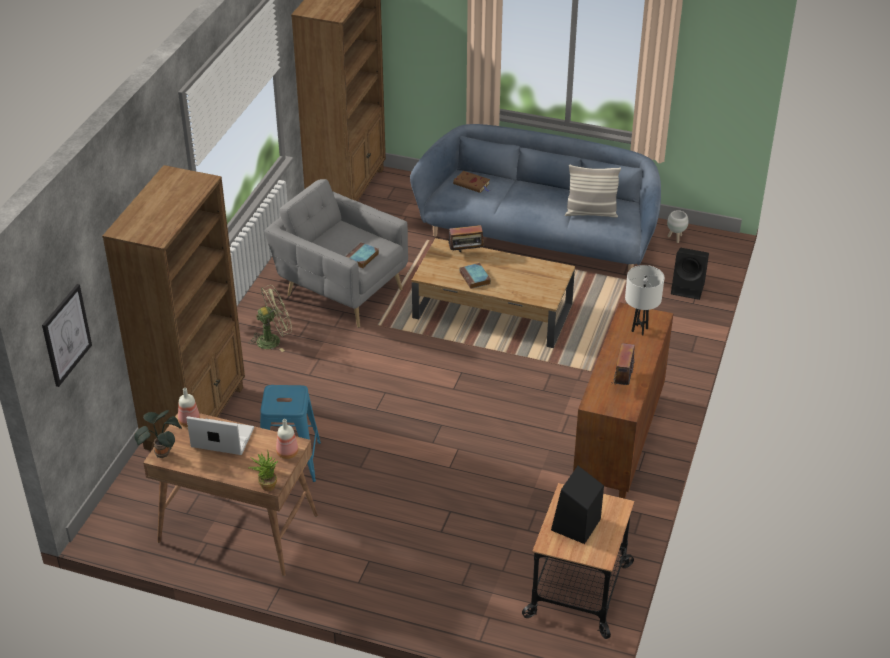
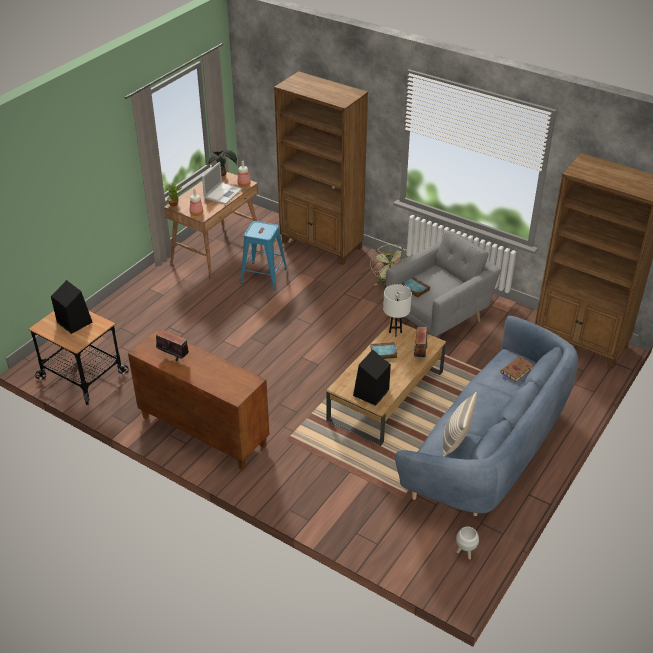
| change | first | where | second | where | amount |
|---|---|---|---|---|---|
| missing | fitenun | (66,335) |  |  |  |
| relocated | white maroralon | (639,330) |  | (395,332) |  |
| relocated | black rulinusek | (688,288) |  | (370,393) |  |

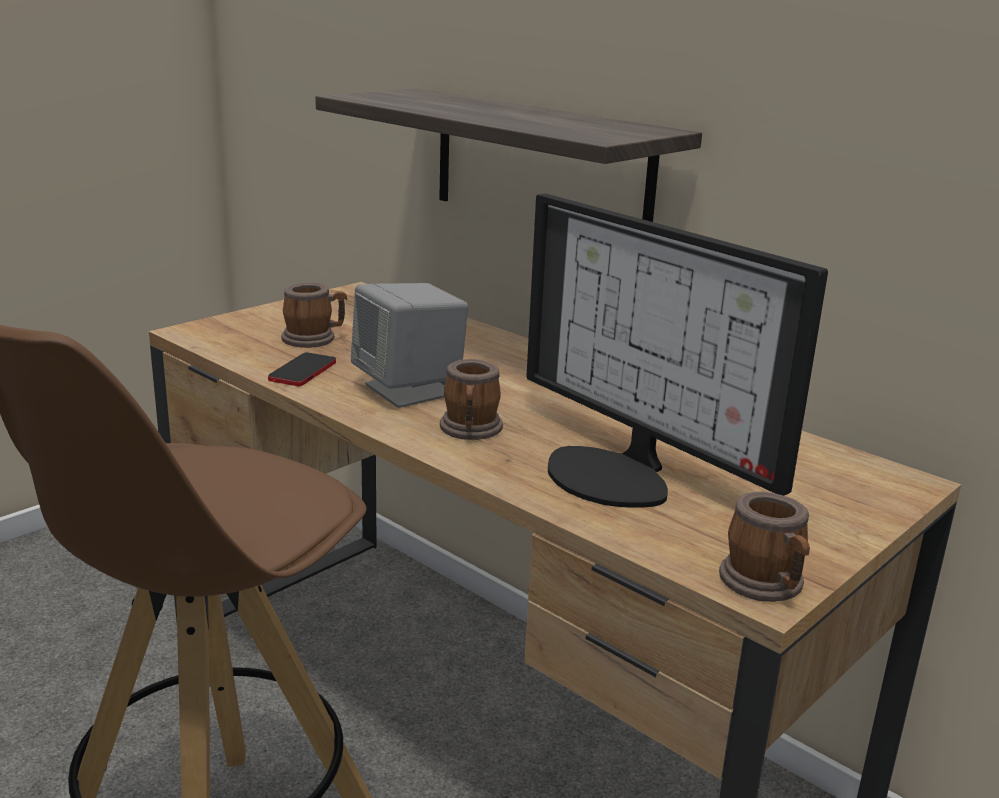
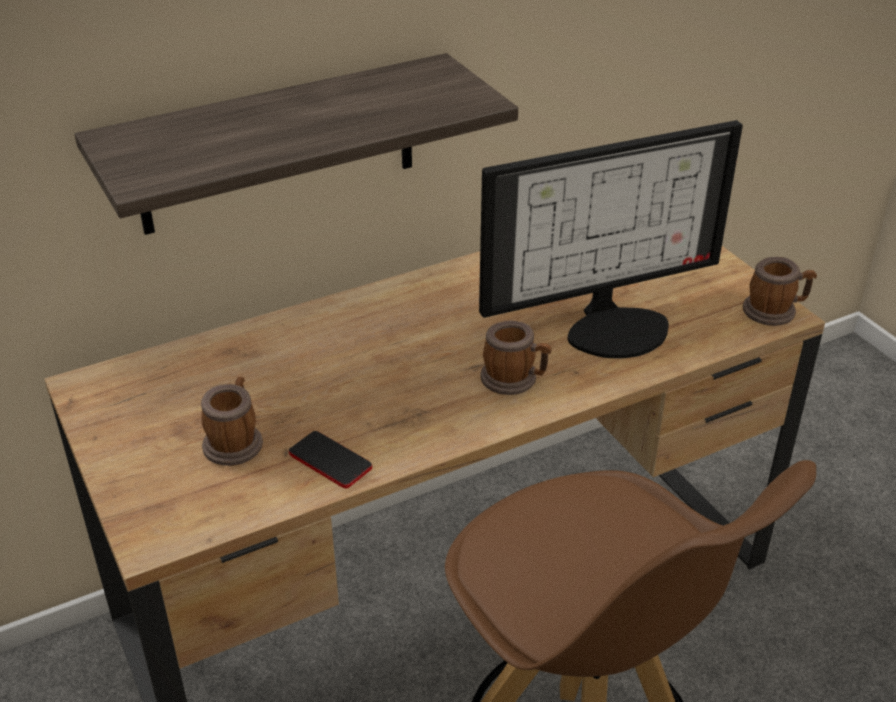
| change | first | where | second | where | amount |
|---|---|---|---|---|---|
| missing | grey rulinusek | (409,390) |  |  |  |

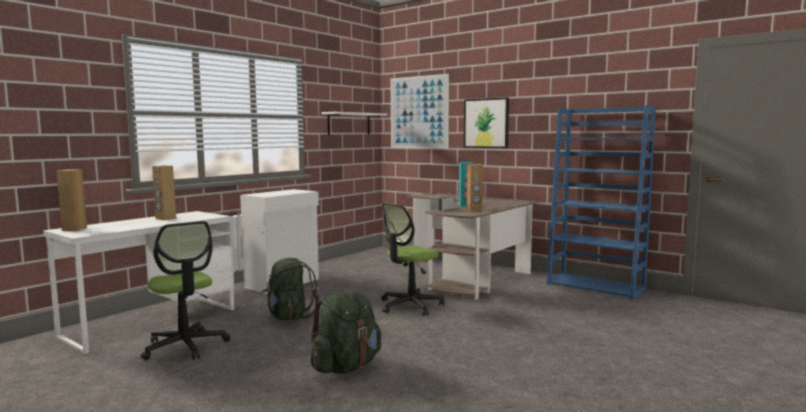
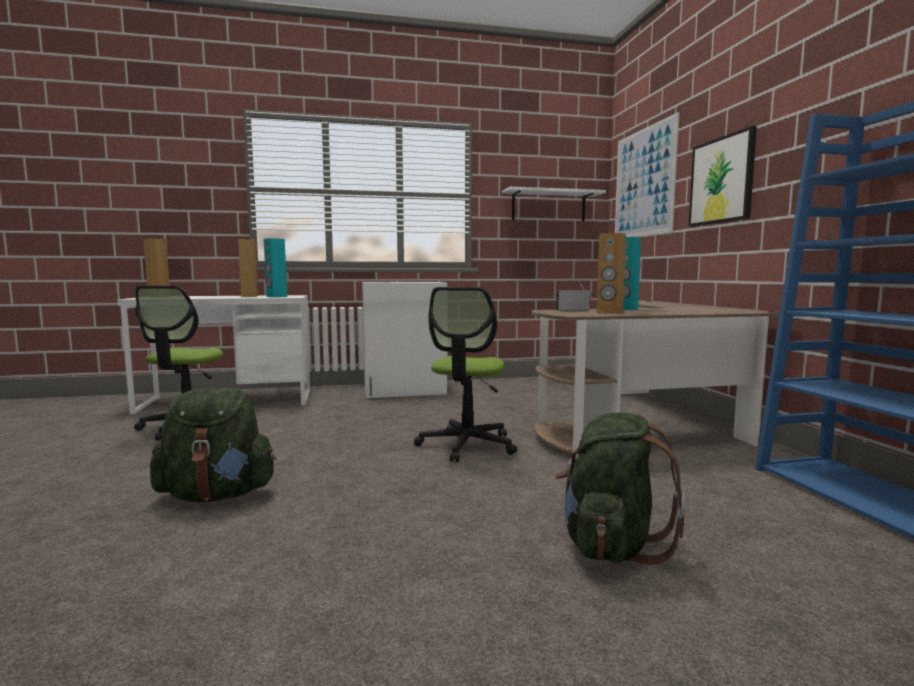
| change | first | where | second | where | amount |
|---|---|---|---|---|---|
| relocated | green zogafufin | (289,317) |  | (611,545) |  |
| spun | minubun | (410,306) |  | (467,445) | 75 degrees counterclockwise |
| appeared |  |  | turquoise rulinusek | (276,296) |  |

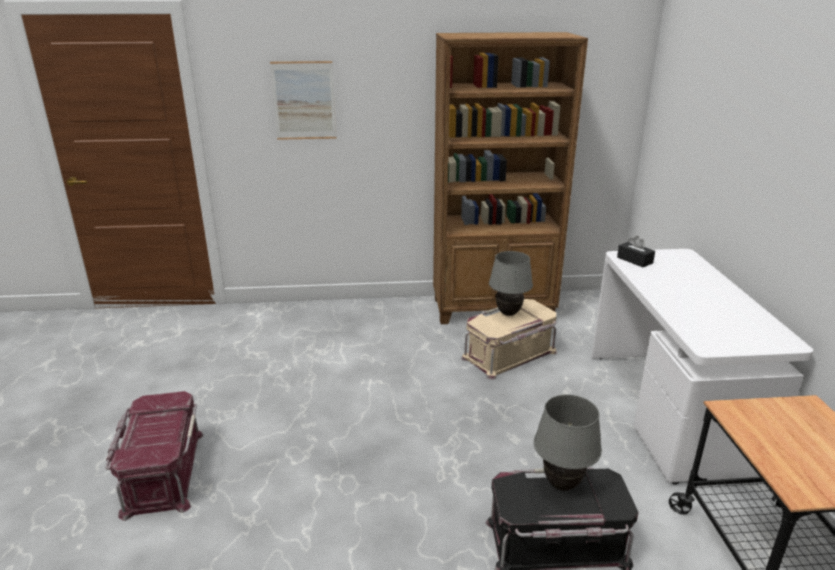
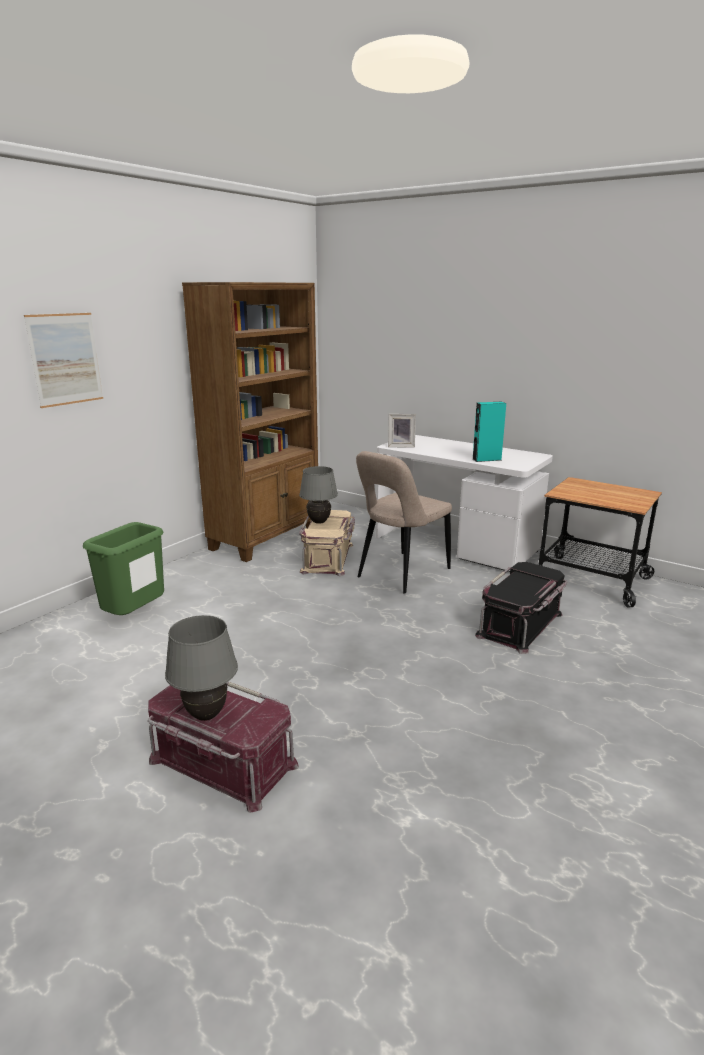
| change | first | where | second | where | amount |
|---|---|---|---|---|---|
| relocated | grey maroralon | (562,484) |  | (206,715) |  |
| exchanged | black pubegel | (634,260) | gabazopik | (401,446) |  |
| appeared |  |  | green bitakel | (135,617) |  |
| appeared |  |  | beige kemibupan | (400,574) |  |
| appeared |  |  | turquoise rulinusek | (486,459) |  |

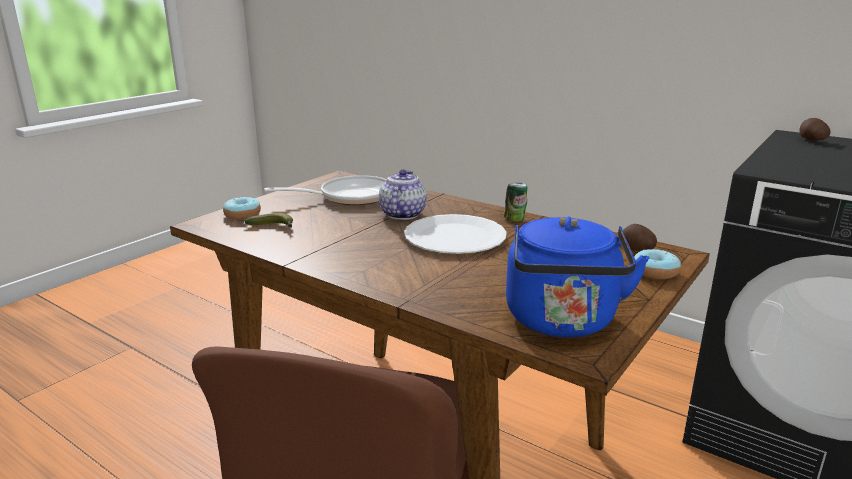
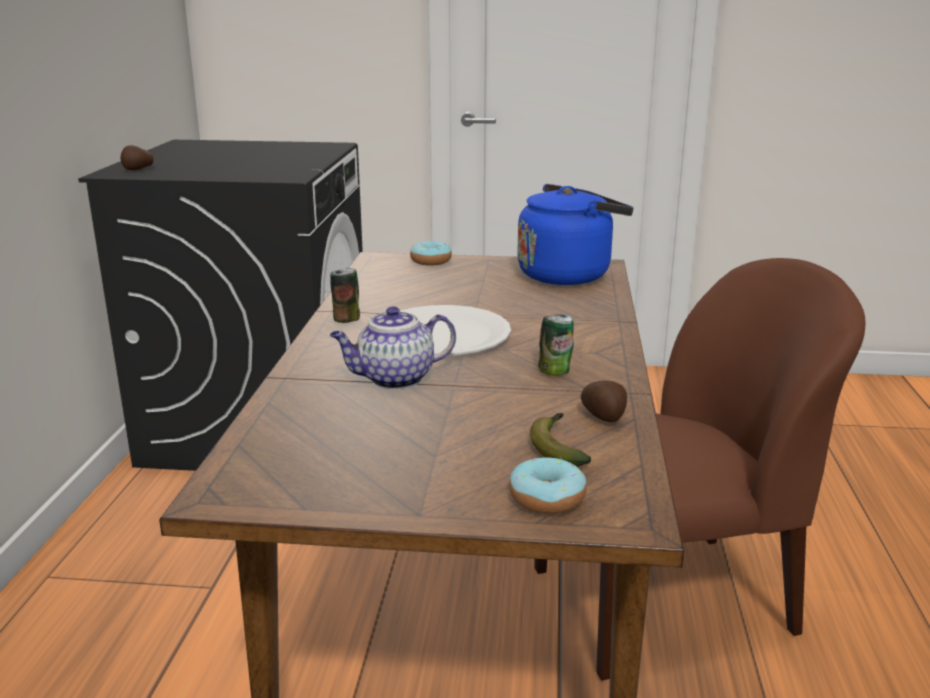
| change | first | where | second | where | amount |
|---|---|---|---|---|---|
| missing | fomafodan | (349,197) |  |  |  |
| relocated | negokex | (636,250) |  | (604,417) |  |
| appeared |  |  | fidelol | (555,372) |  |

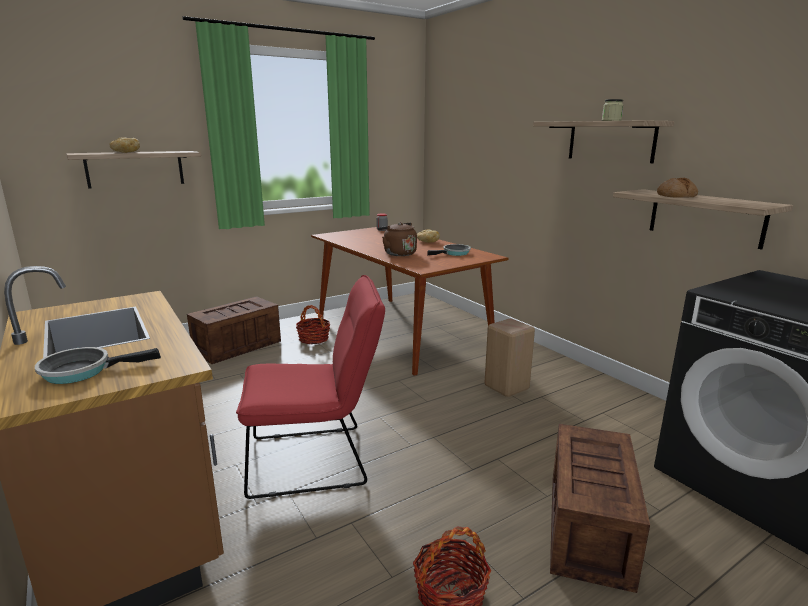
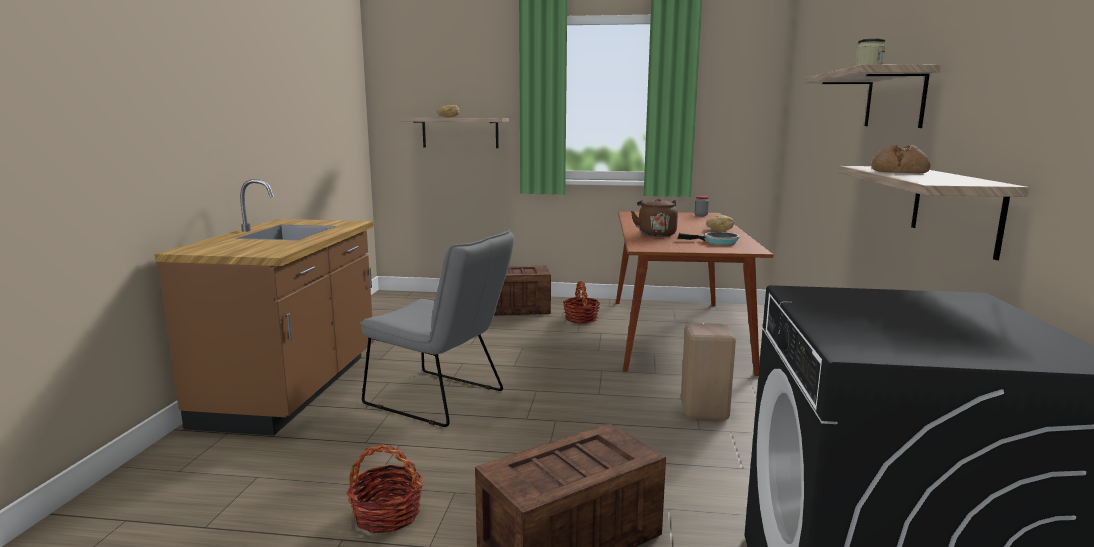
| change | first | where | second | where | amount |
|---|---|---|---|---|---|
| missing | fomafodan | (82,371) |  |  |  |
| colour | red kemibupan | (317,459) | grey kemibupan | (442,400) |  |

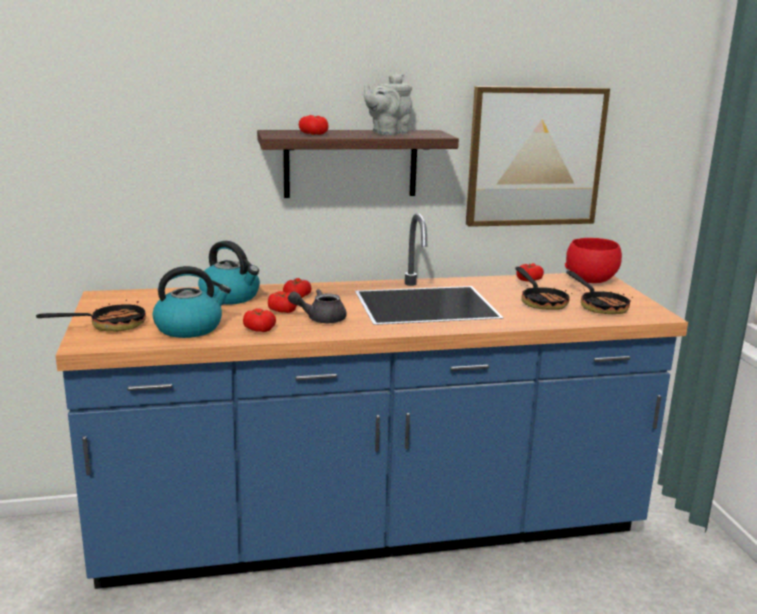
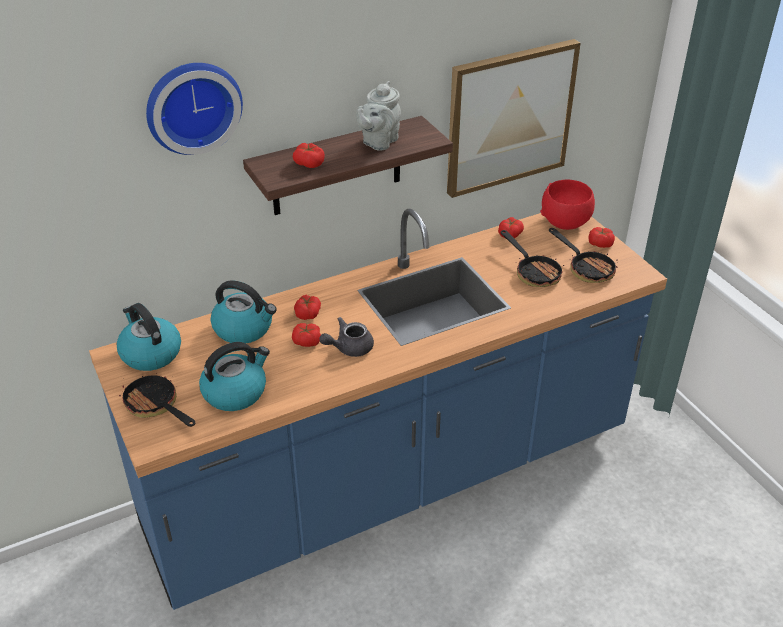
| change | first | where | second | where | amount |
|---|---|---|---|---|---|
| spun | fomafodan | (109,325) |  | (156,406) | 90 degrees counterclockwise |
| relocated | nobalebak | (259,329) |  | (600,244) |  |
| appeared |  |  | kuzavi | (150,353) |  |
| appeared |  |  | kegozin | (192,106) |  |

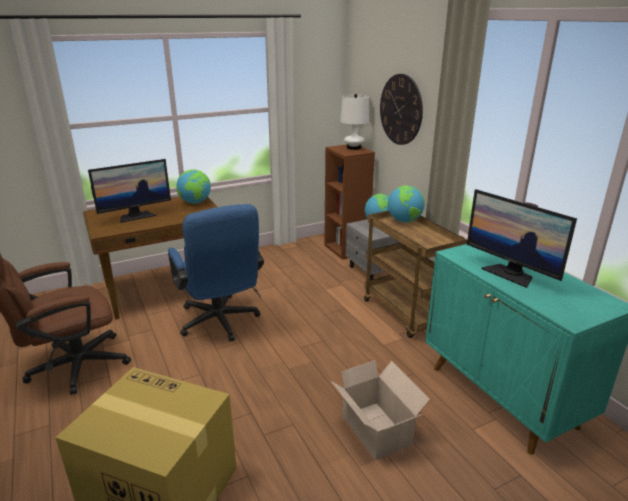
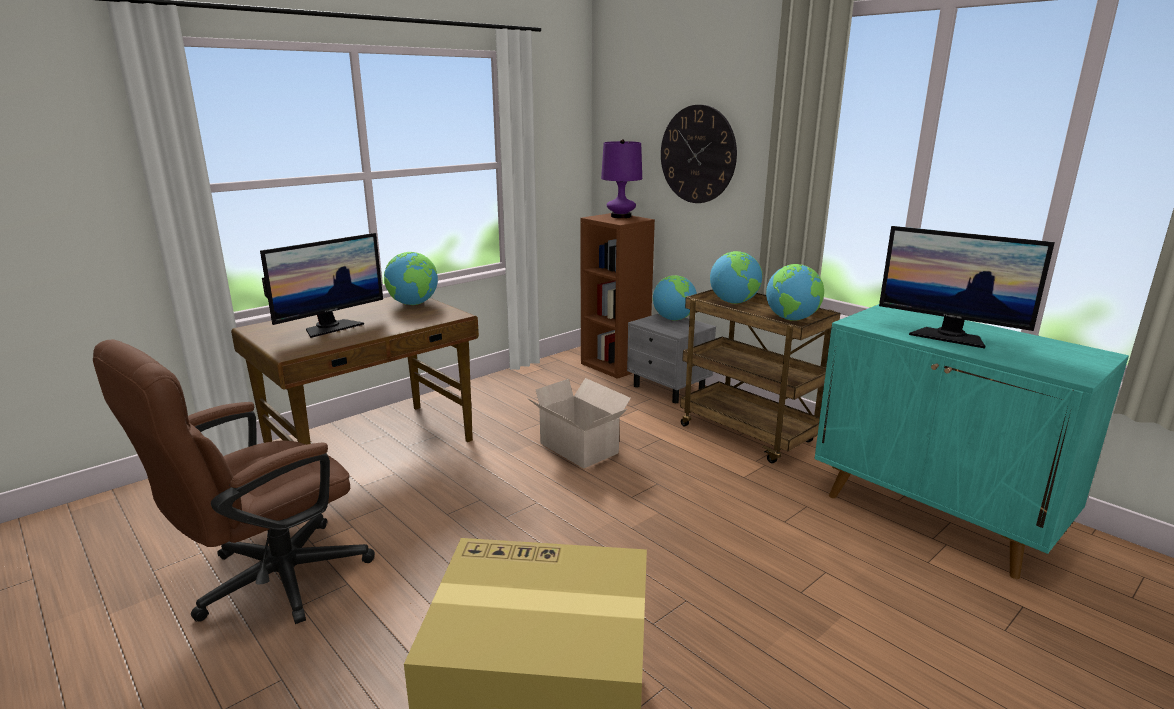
| change | first | where | second | where | amount |
|---|---|---|---|---|---|
| missing | blue minubun | (220,323) |  |  |  |
| relocated | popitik | (377,431) |  | (580,449) |  |
| colour | white maroralon | (353,147) | purple maroralon | (621,216) |  |
| appeared |  |  | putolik | (792,319) |  |

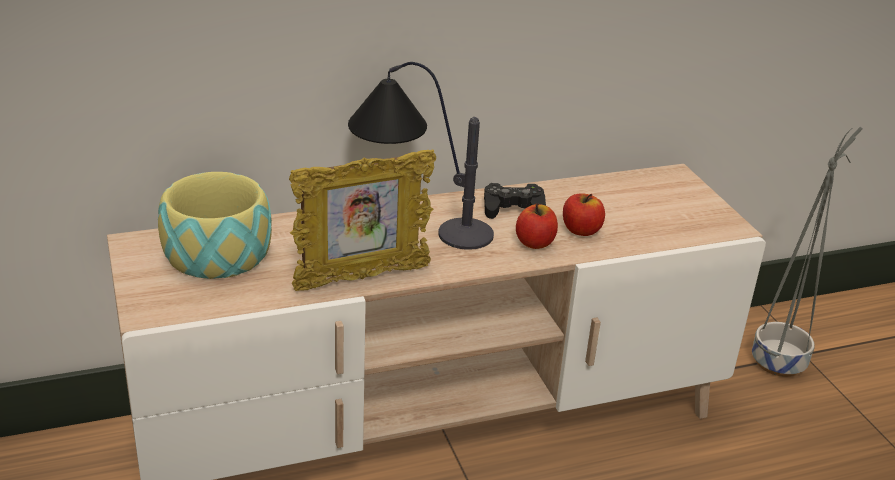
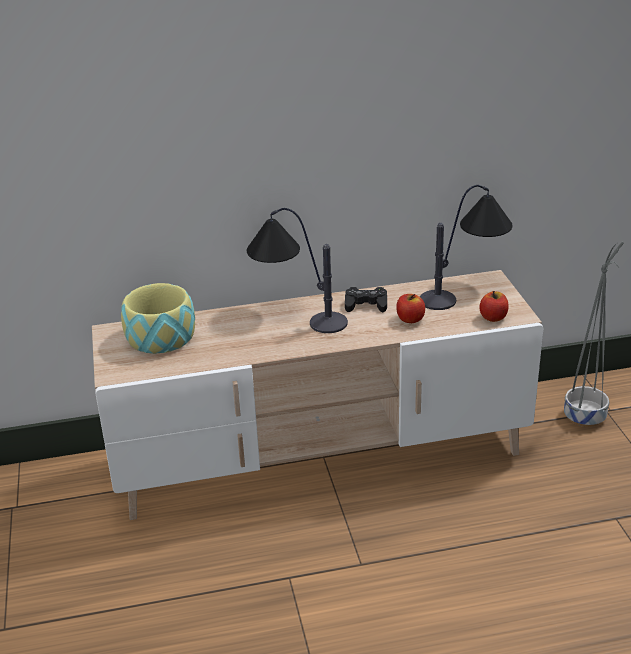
| change | first | where | second | where | amount |
|---|---|---|---|---|---|
| missing | gabazopik | (361,278) |  |  |  |
| relocated | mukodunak | (535,243) |  | (493,317) |  |
| appeared |  |  | maroralon | (465,288) |  |

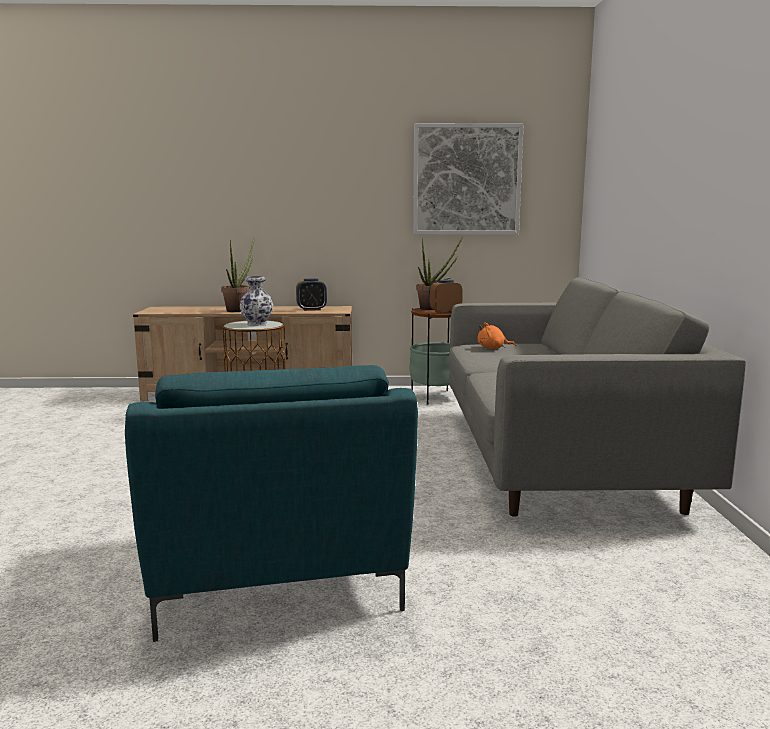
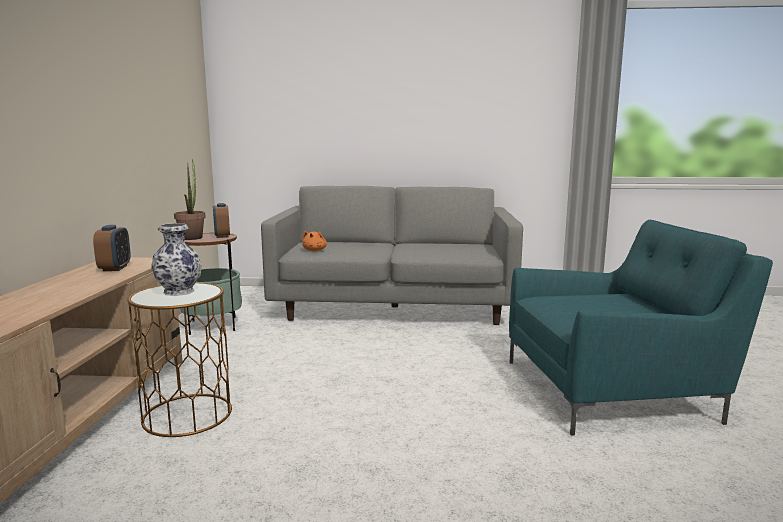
| change | first | where | second | where | amount |
|---|---|---|---|---|---|
| missing | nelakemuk | (239,310) |  |  |  |
| missing | fitenun | (466,180) |  |  |  |

